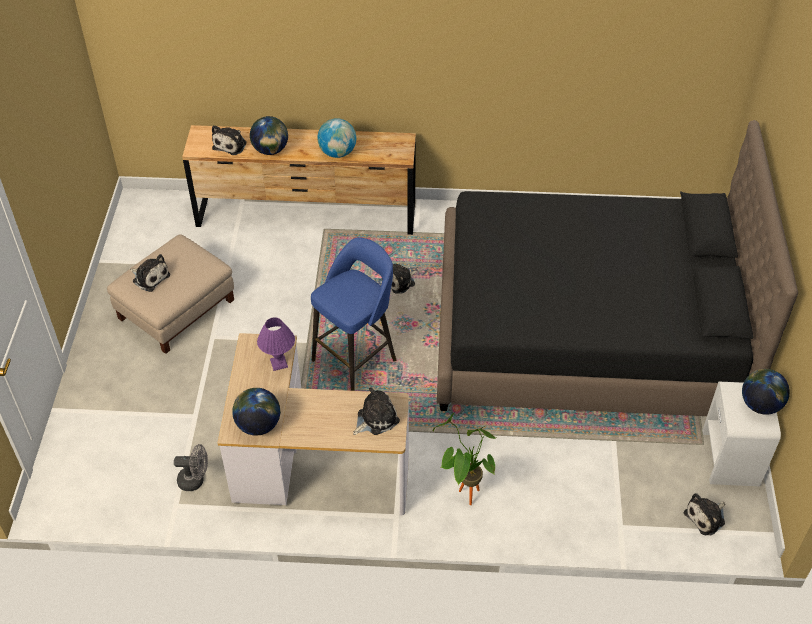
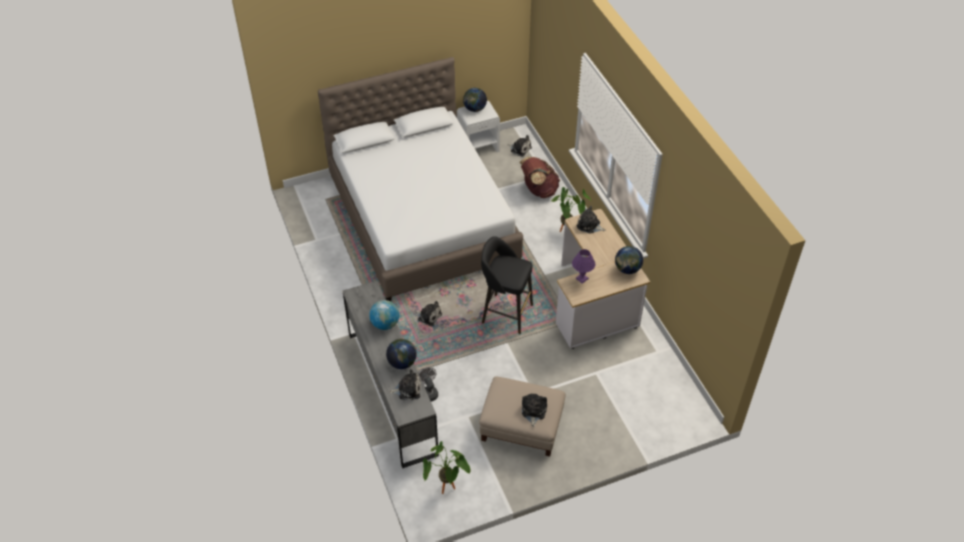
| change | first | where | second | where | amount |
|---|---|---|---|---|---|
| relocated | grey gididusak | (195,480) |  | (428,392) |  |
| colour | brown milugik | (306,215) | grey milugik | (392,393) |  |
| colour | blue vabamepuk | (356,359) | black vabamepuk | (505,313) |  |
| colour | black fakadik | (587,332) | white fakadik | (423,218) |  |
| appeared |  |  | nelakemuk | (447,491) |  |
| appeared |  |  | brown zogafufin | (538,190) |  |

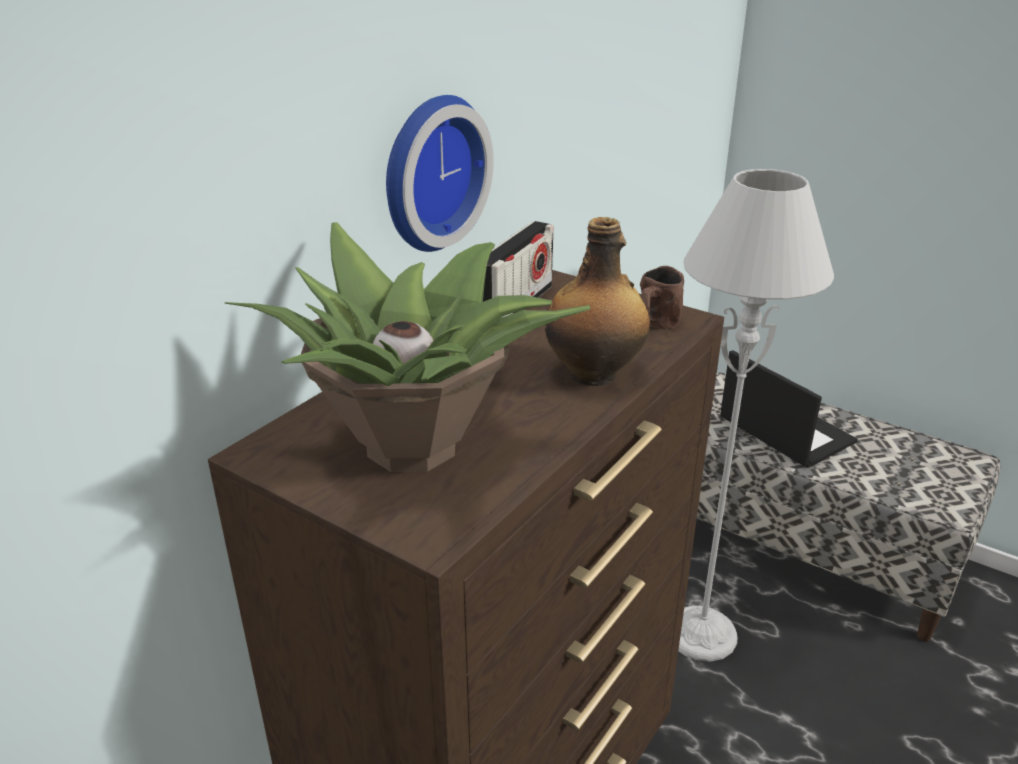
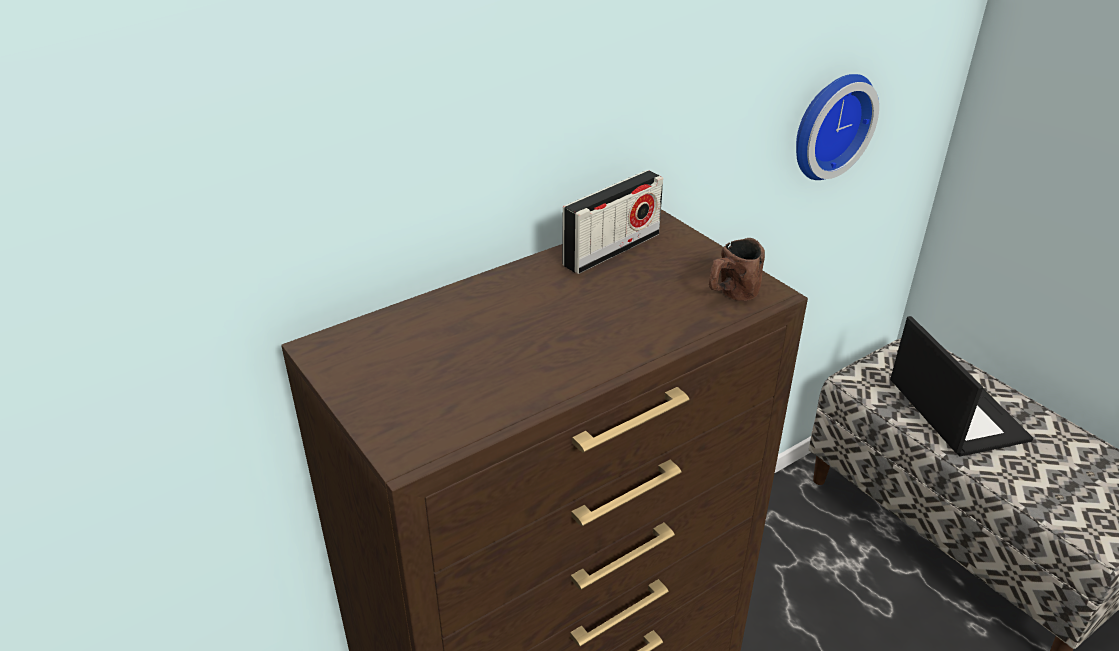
| change | first | where | second | where | amount |
|---|---|---|---|---|---|
| missing | nelakemuk | (414,443) |  |  |  |
| relocated | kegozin | (429,172) |  | (828,124) |  |
| missing | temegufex | (594,374) |  |  |  |
| missing | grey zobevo | (701,633) |  |  |  |

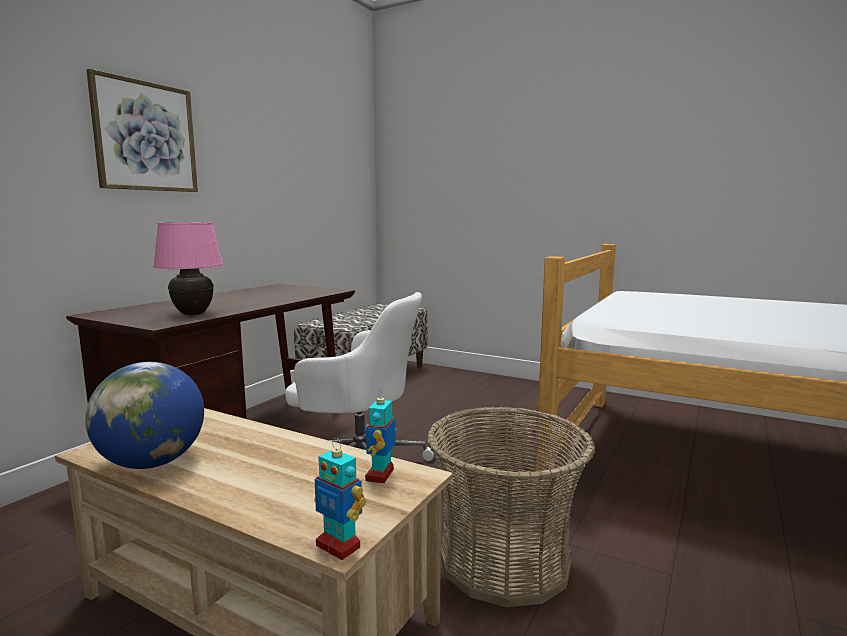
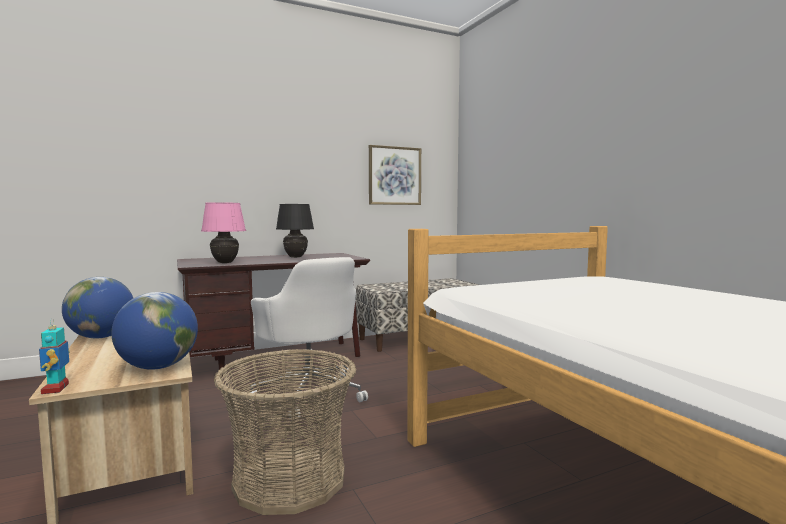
| change | first | where | second | where | amount |
|---|---|---|---|---|---|
| relocated | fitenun | (145,136) |  | (394,176) |  |
| exchanged | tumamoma | (380,475) | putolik | (158,367) |  |
| appeared |  |  | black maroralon | (295,257) |  |

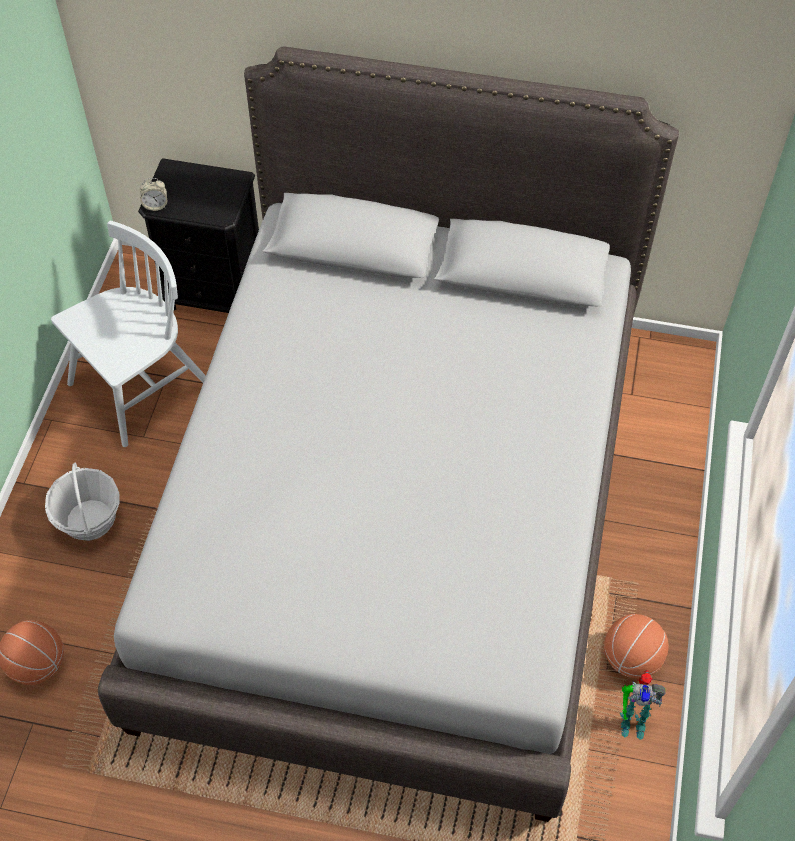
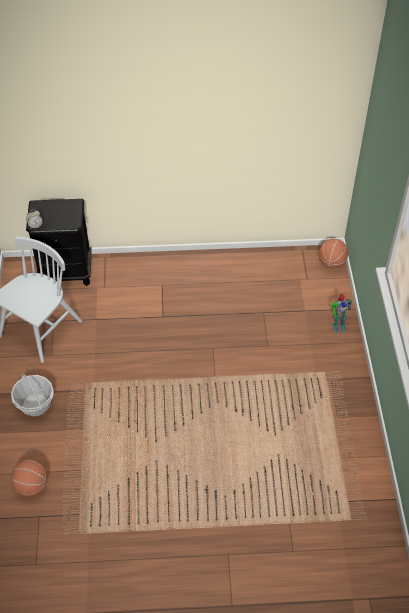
| change | first | where | second | where | amount |
|---|---|---|---|---|---|
| missing | grey fakadik | (398,516) |  |  |  |
| relocated | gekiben | (631,658) |  | (332,263) |  |
| relocated | tumamoma | (631,721) |  | (338,325) |  |

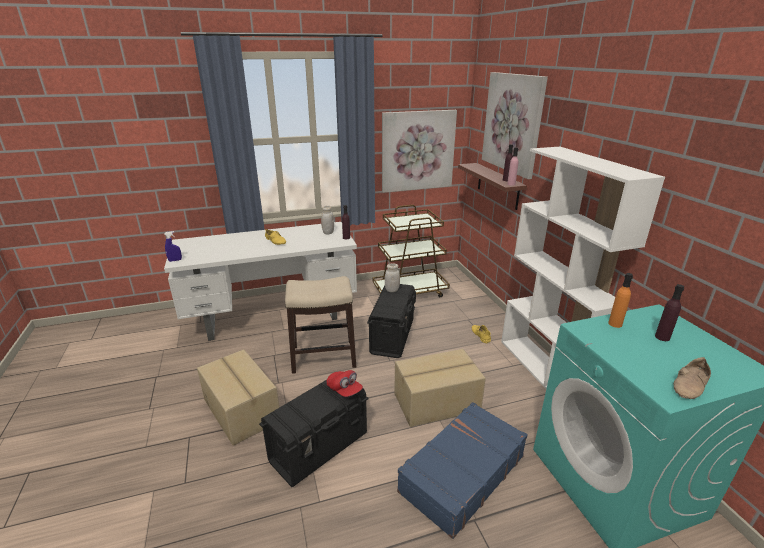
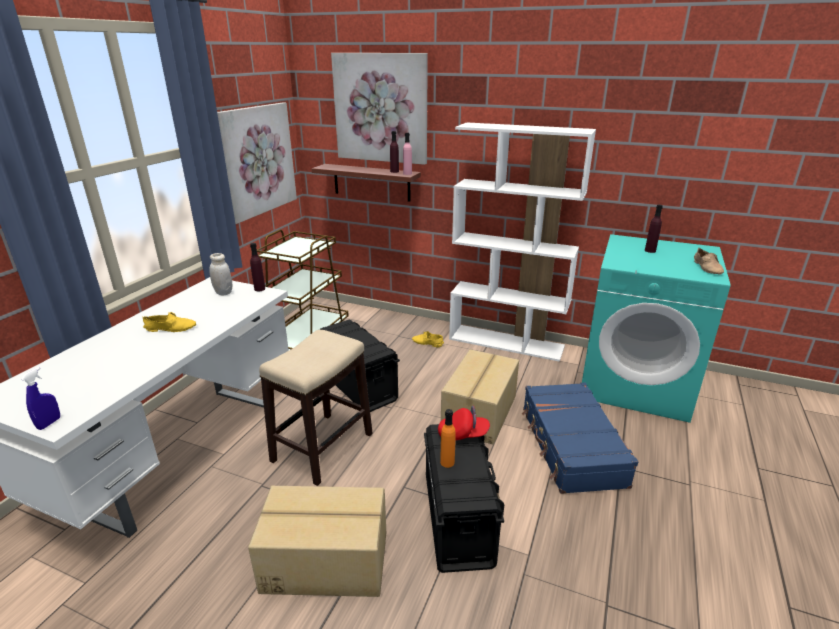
| change | first | where | second | where | amount |
|---|---|---|---|---|---|
| missing | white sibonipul | (392,290) |  |  |  |
| relocated | orange temegufex | (615,324) |  | (447,462) |  |

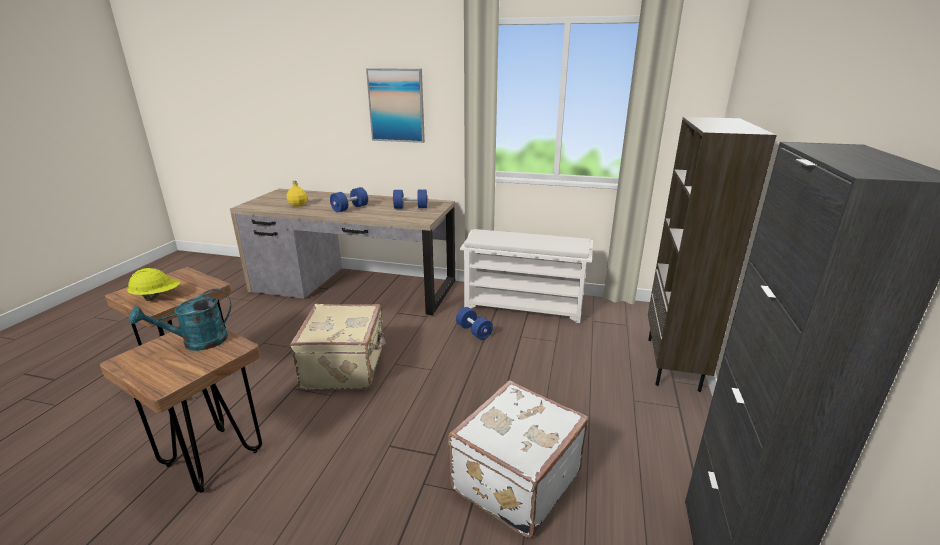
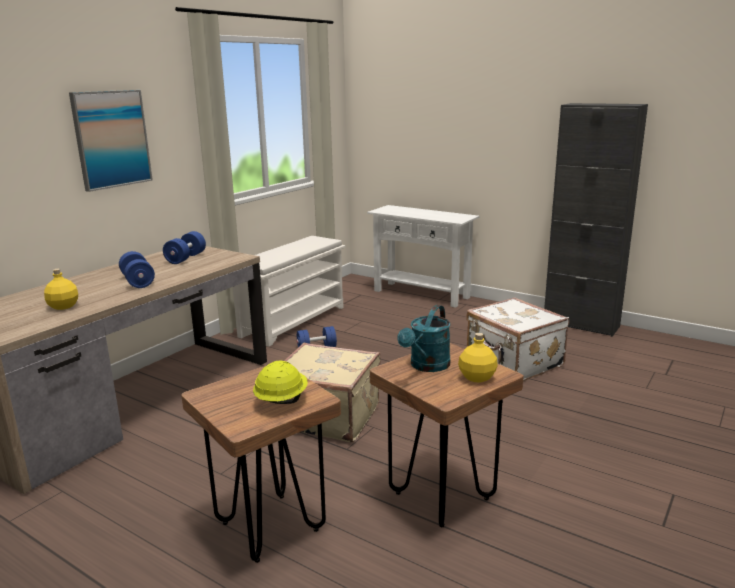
| change | first | where | second | where | amount |
|---|---|---|---|---|---|
| spun | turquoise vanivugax | (197,343) |  | (427,366) | 45 degrees clockwise |
| exchanged | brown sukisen | (674,364) | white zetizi | (421,294) |  |
| appeared |  |  | yellow temegufex | (476,377) |  |

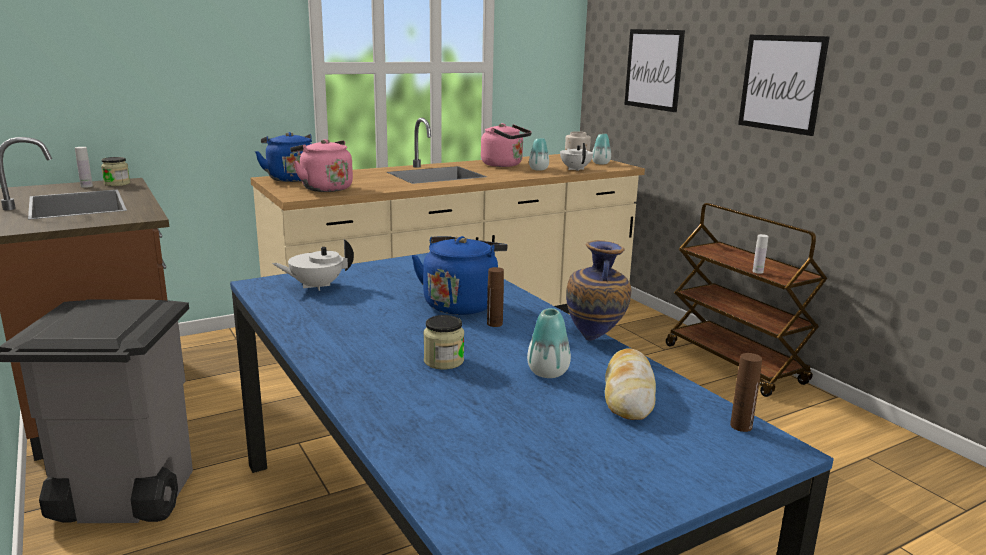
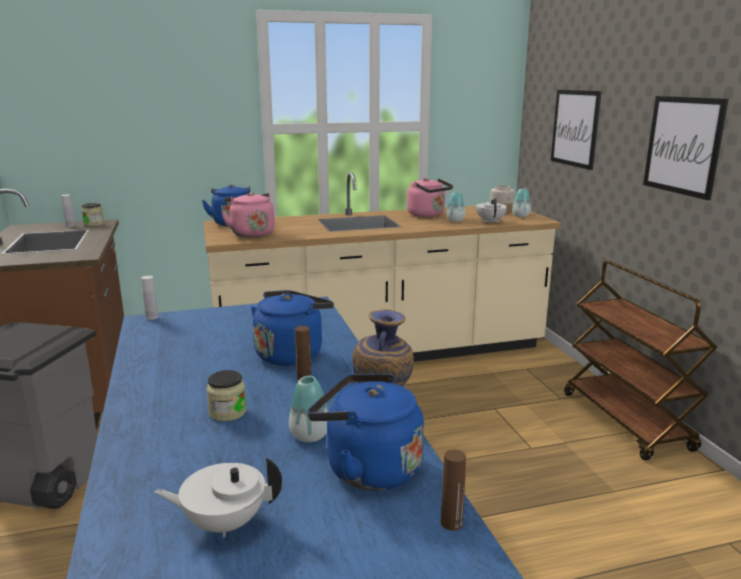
| change | first | where | second | where | amount |
|---|---|---|---|---|---|
| relocated | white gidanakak | (316,286) |  | (224,523) |  |
| exchanged | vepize | (628,393) | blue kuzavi | (367,468) |  |
| relocated | white temegufex | (757,271) |  | (152,317) |  |

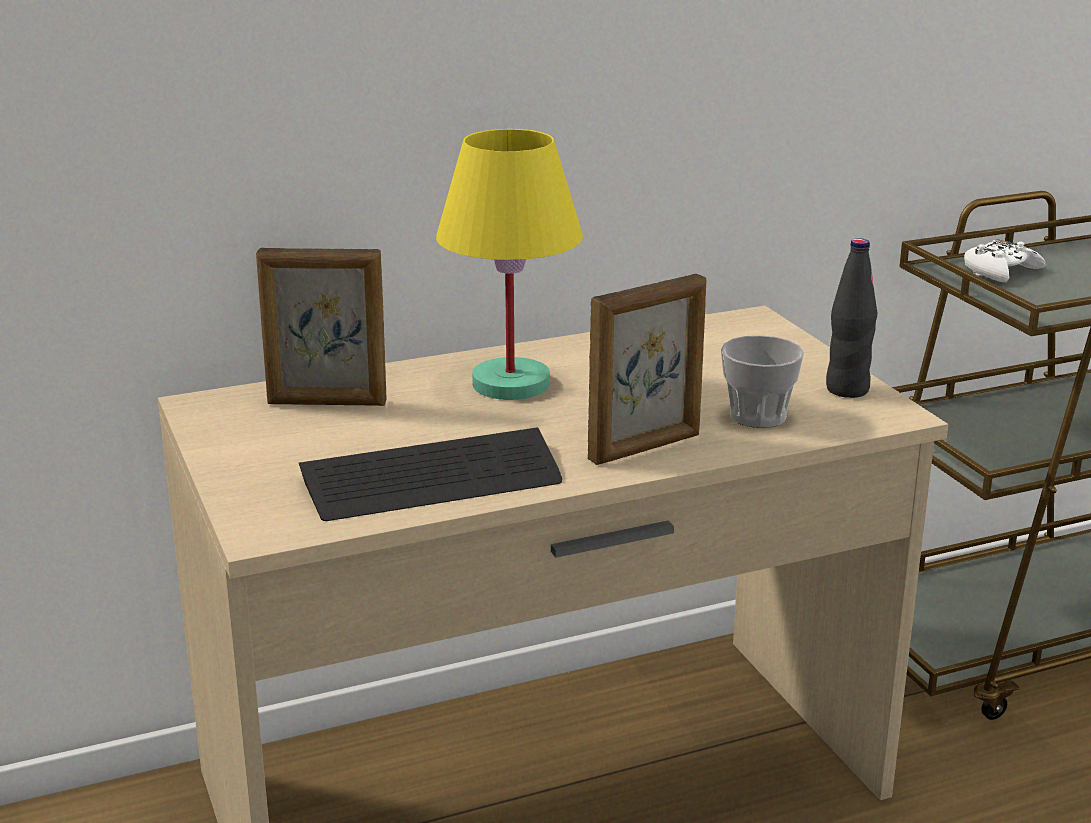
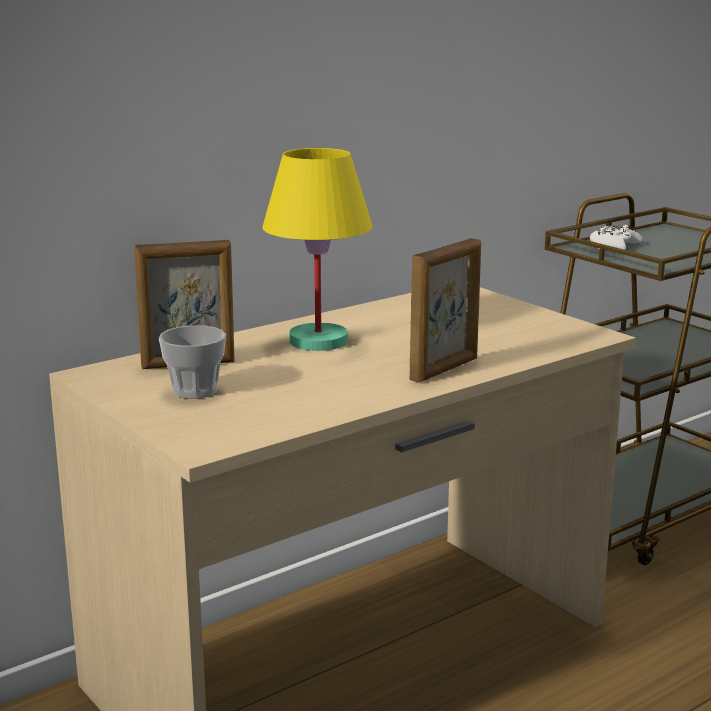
| change | first | where | second | where | amount |
|---|---|---|---|---|---|
| missing | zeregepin | (432,480) |  |  |  |
| relocated | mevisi | (758,416) |  | (195,390) |  |
| missing | black temegufex | (847,390) |  |  |  |

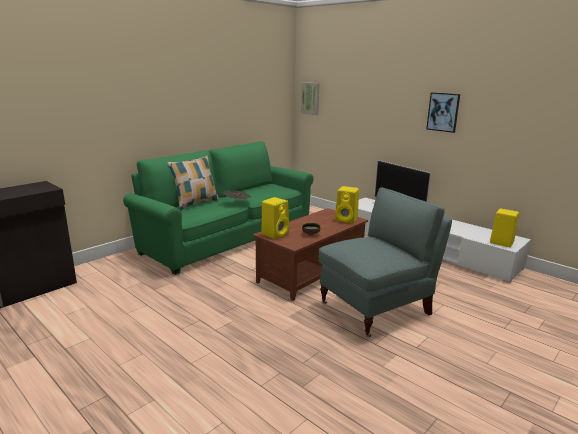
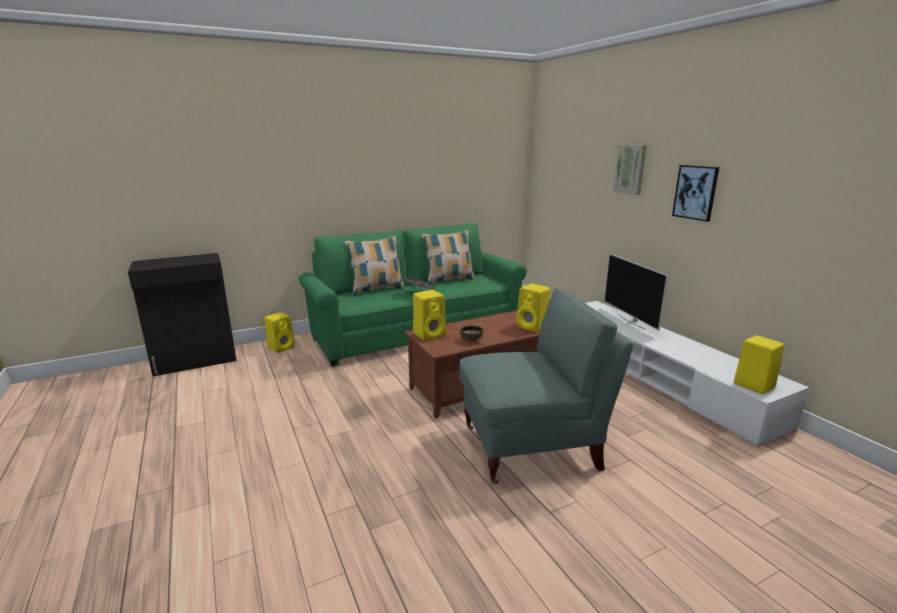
| change | first | where | second | where | amount |
|---|---|---|---|---|---|
| relocated | fitenun | (311,98) |  | (630,169) |  |
| appeared |  |  | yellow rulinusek | (282,347) |  |
| appeared |  |  | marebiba | (448,280) |  |

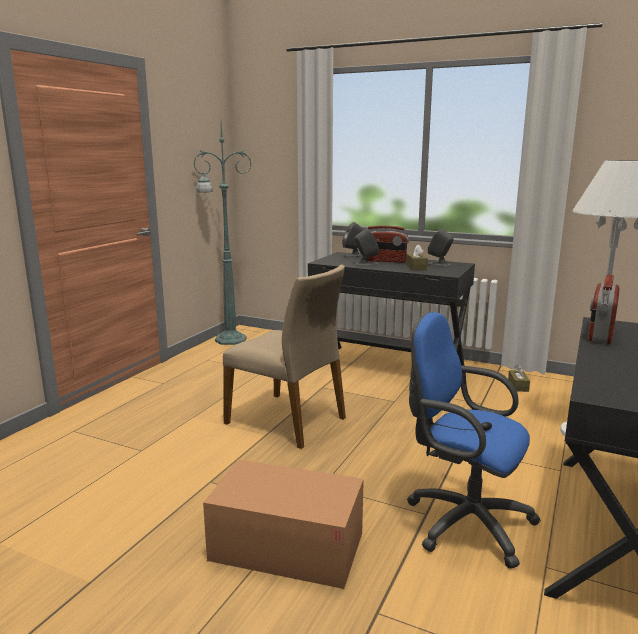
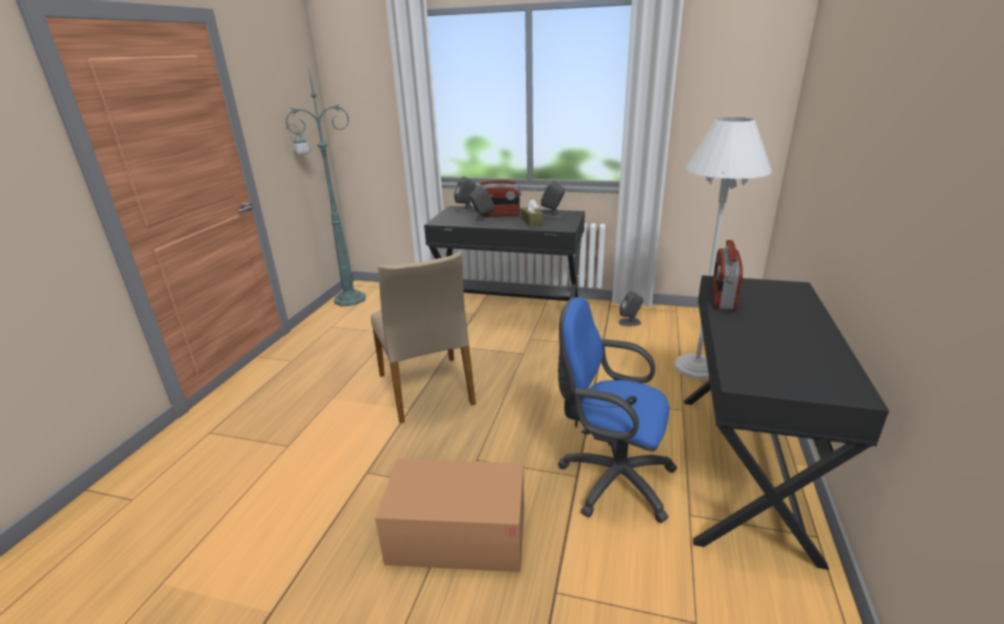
| change | first | where | second | where | amount |
|---|---|---|---|---|---|
| spun | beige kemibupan | (287,420) |  | (427,389) | 45 degrees clockwise |
| exchanged | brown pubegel | (518,386) | grey rulinusek | (630,322) |  |

